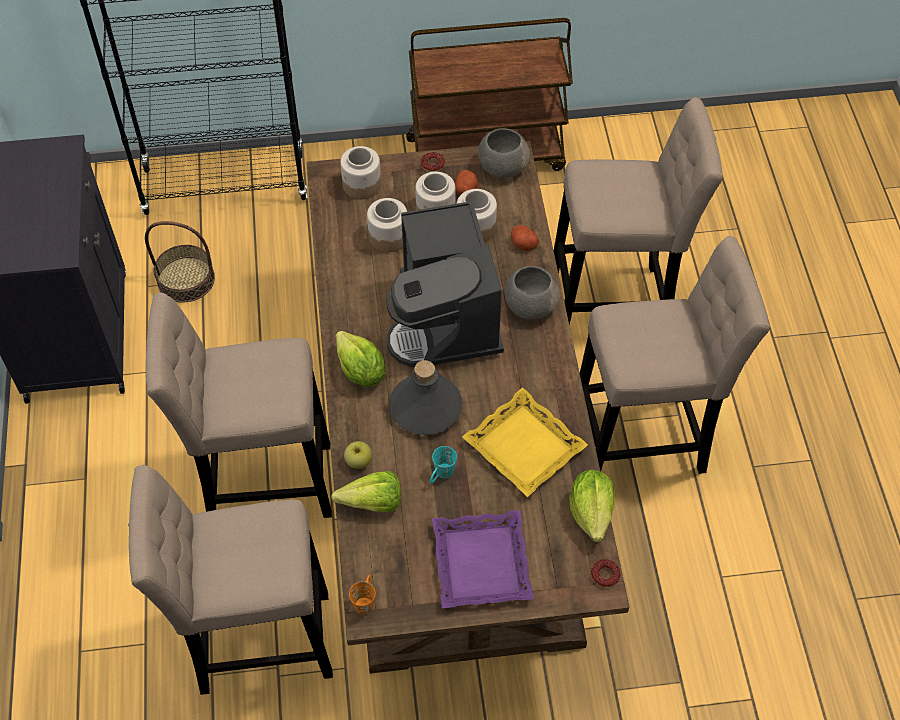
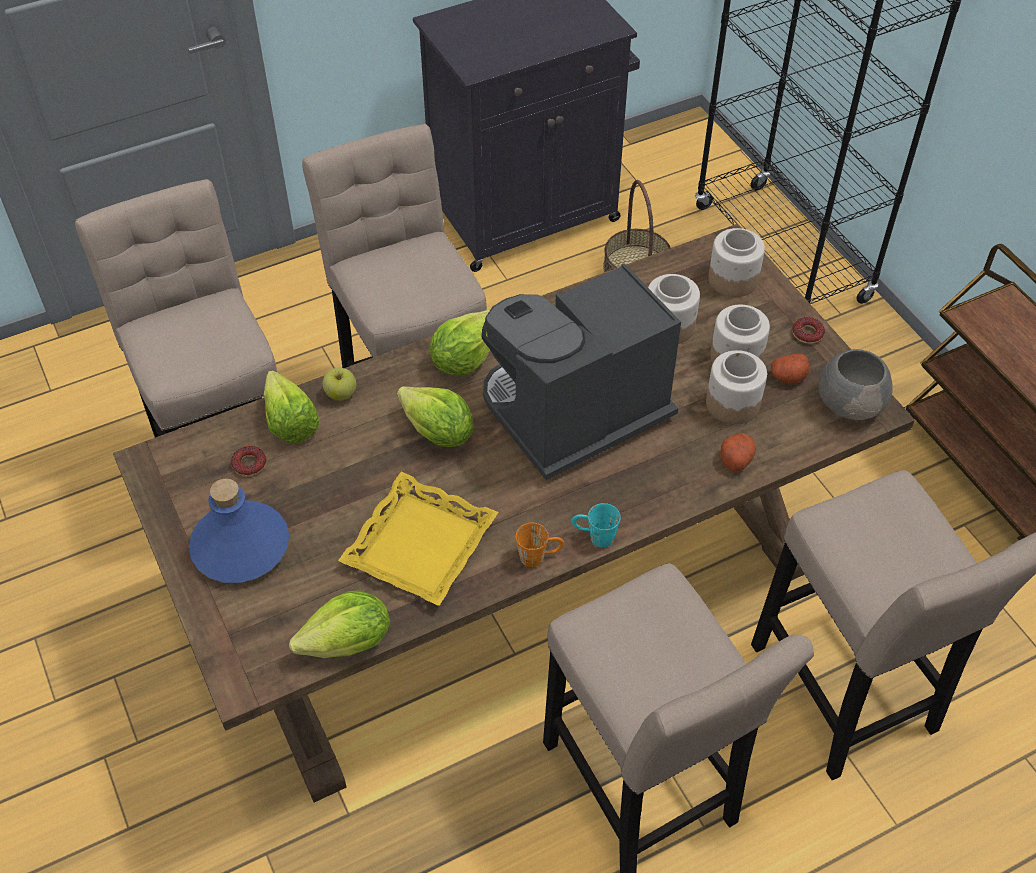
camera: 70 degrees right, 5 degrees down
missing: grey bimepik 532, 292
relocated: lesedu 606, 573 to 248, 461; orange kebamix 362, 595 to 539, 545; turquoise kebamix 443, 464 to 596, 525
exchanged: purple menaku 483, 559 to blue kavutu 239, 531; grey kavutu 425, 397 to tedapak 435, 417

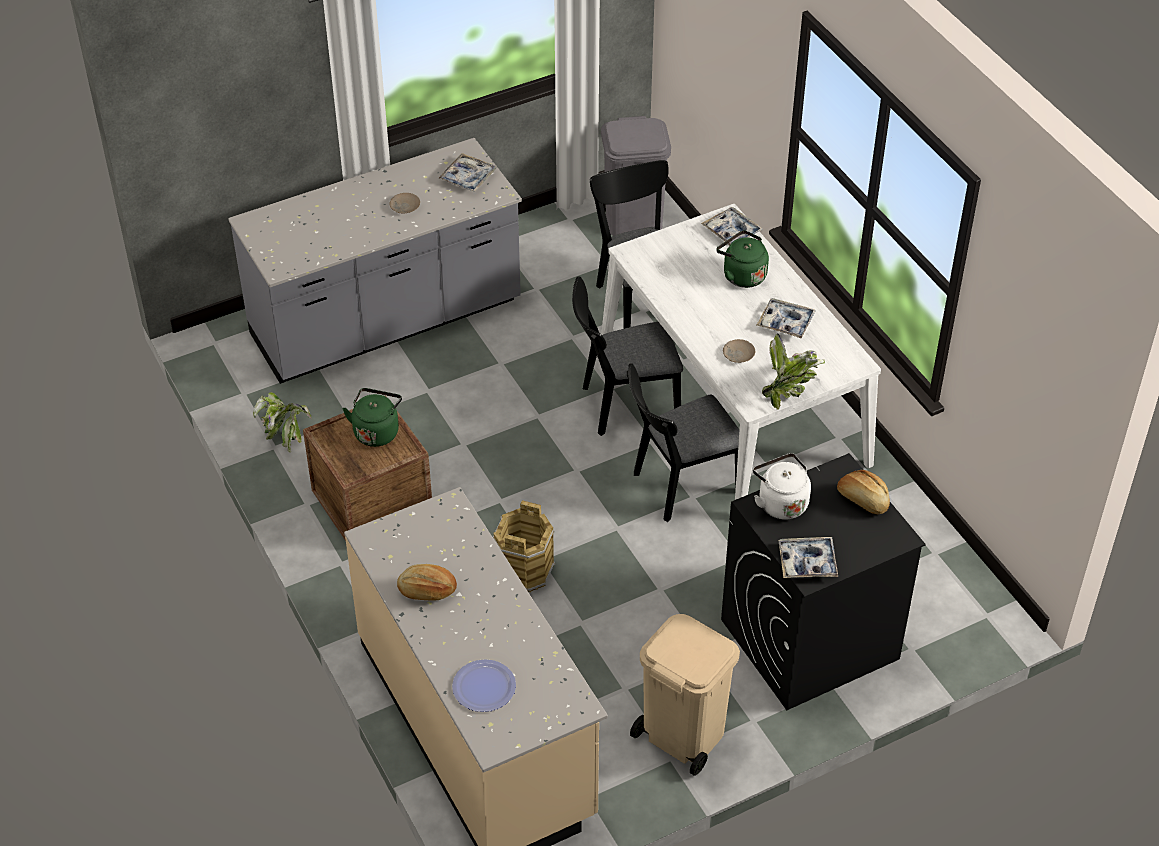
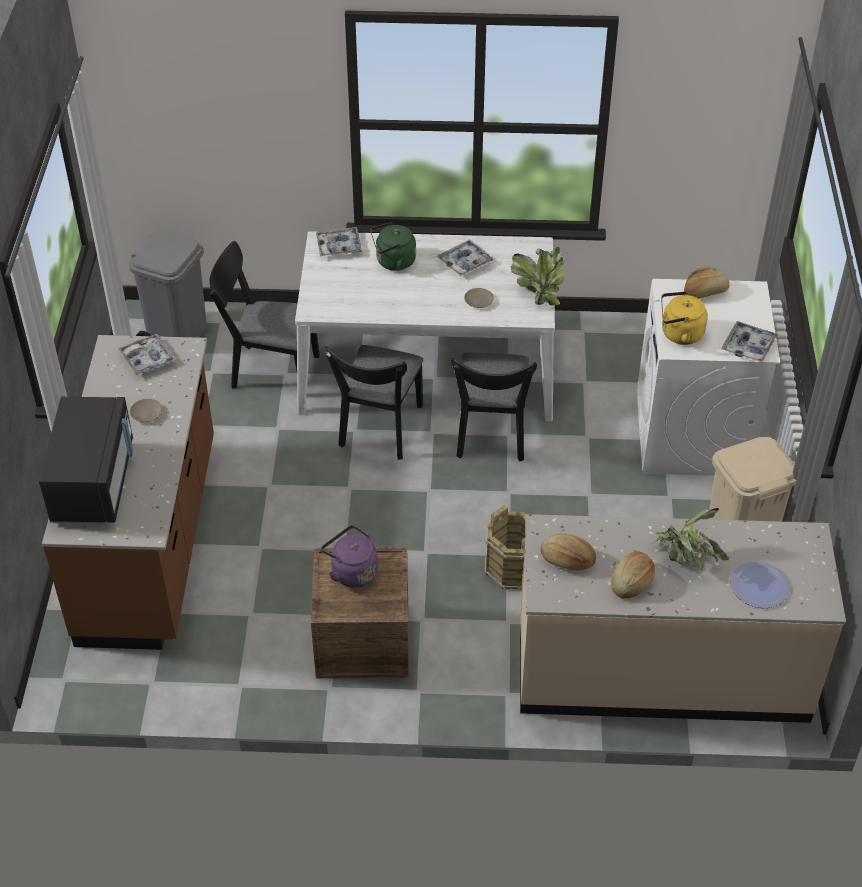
camera: 60 degrees left, 0 degrees up
appeared: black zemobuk 86, 460; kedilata 568, 552
relocated: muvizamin 282, 422 to 691, 539
colour: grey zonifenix 375, 261 to brown zonifenix 128, 492; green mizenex 372, 417 to purple mizenex 349, 556; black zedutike 823, 581 to white zedutike 709, 377; white mizenex 782, 486 to yellow mizenex 684, 318

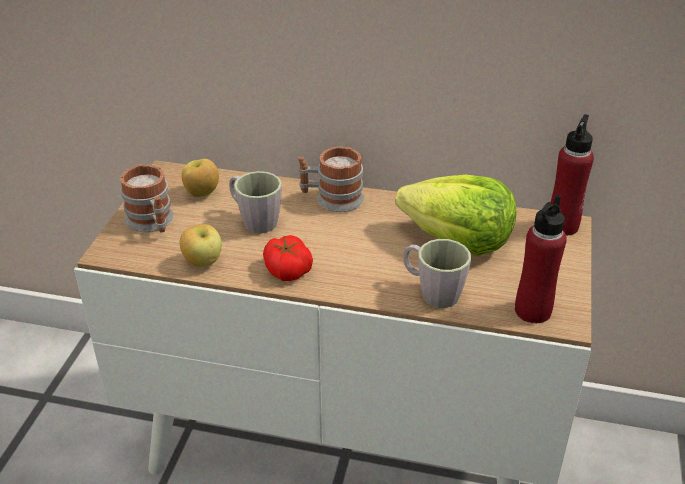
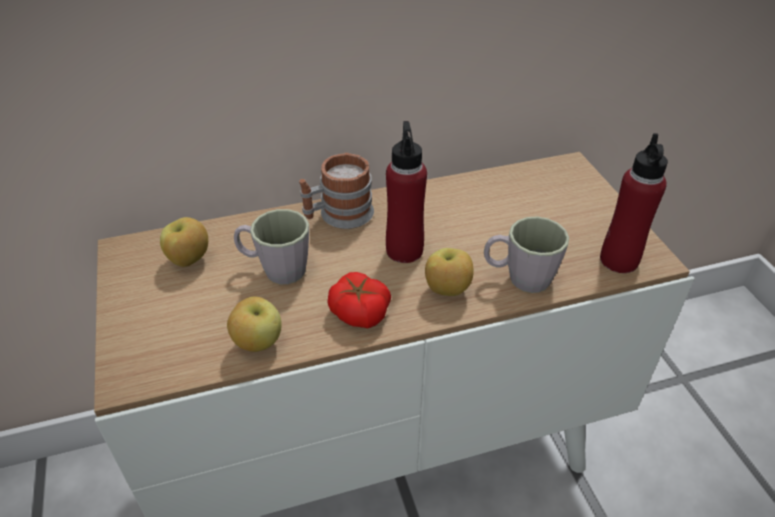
camera: 30 degrees left, 5 degrees up
missing: kebamix 147, 198; tedapak 456, 215
appeared: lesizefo 449, 272
relocated: red kavutu 572, 175 to 406, 192

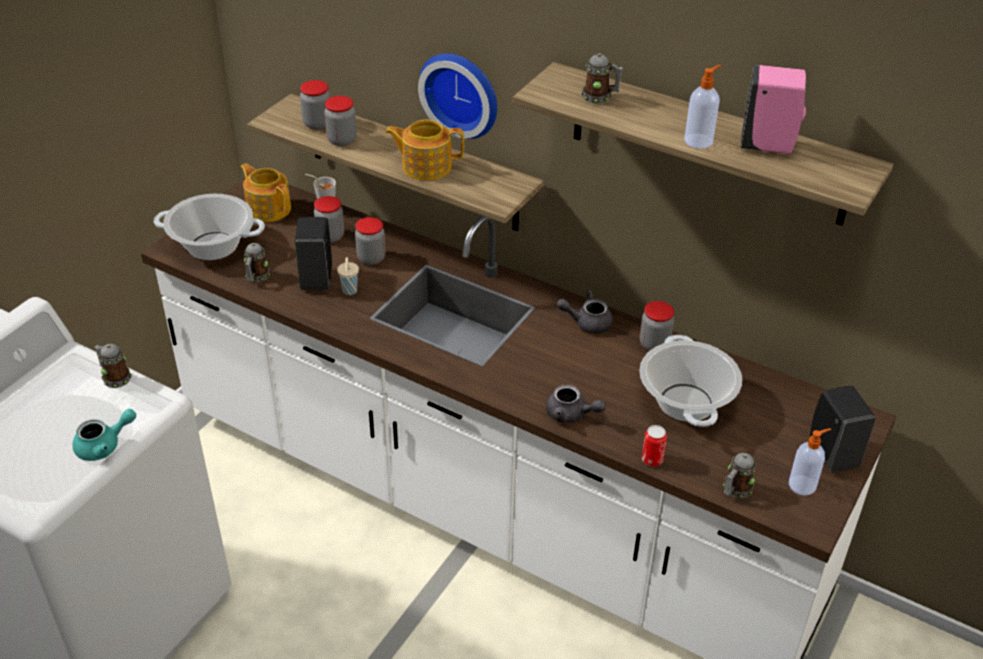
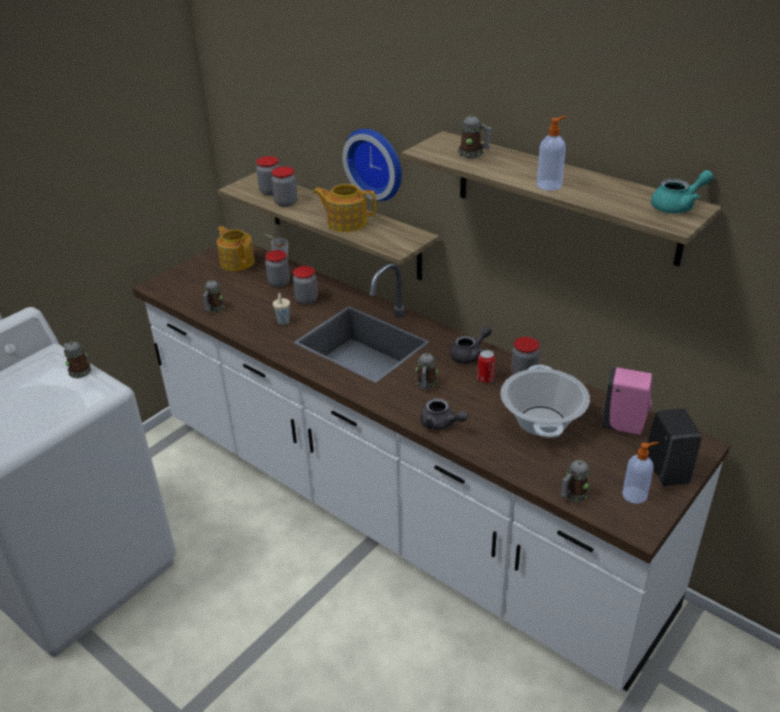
camera: 10 degrees right, 5 degrees down
missing: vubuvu 209, 227; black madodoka 313, 253
appeared: kebamix 426, 371
relocated: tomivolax 654, 445 to 486, 366; pink madodoka 773, 109 to 626, 401; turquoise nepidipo 104, 435 to 682, 192
spun: grey nepidipo 584, 312 = 471, 345 135 degrees clockwise

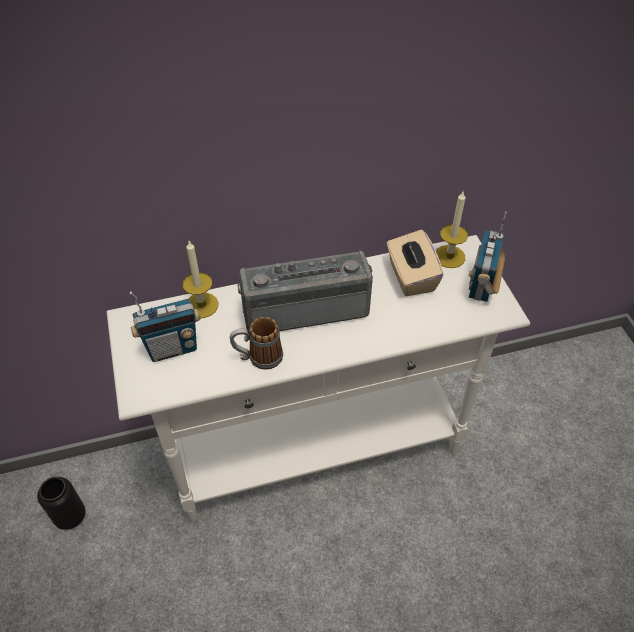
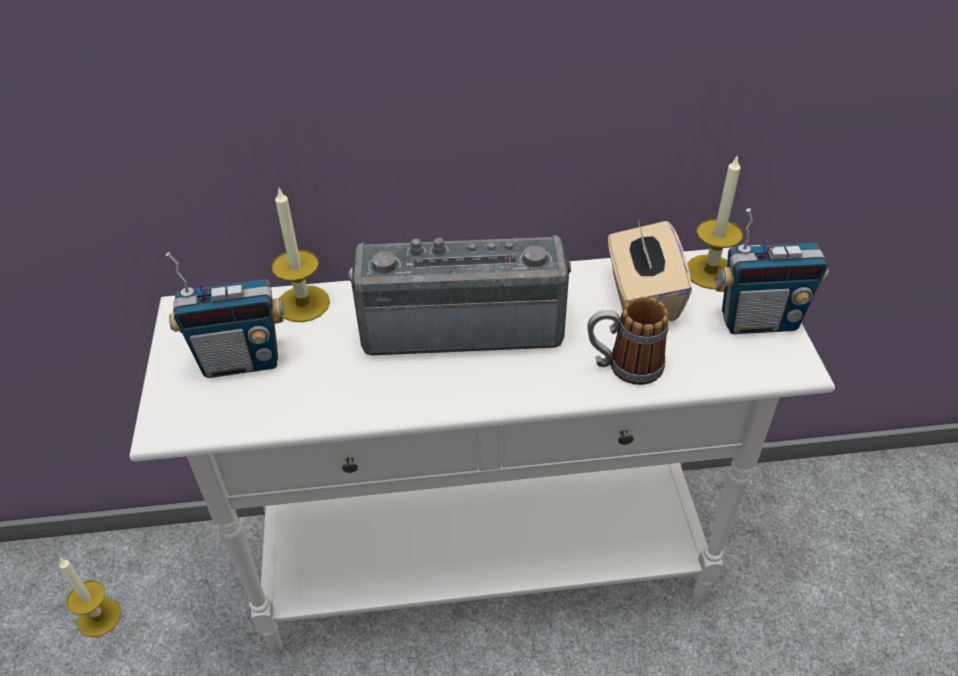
camera: 10 degrees right, 5 degrees down
relocated: kebamix 256, 343 to 628, 341
exchanged: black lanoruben 61, 503 to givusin 90, 597
spun: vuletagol 487, 257 = 772, 271 120 degrees counterclockwise

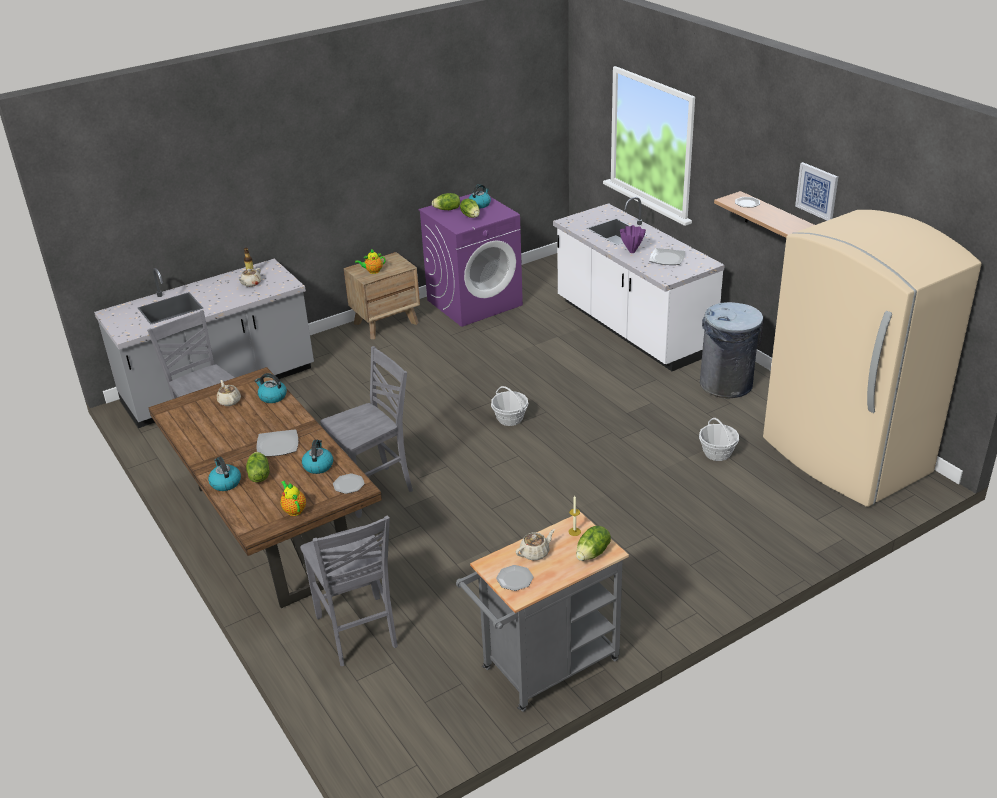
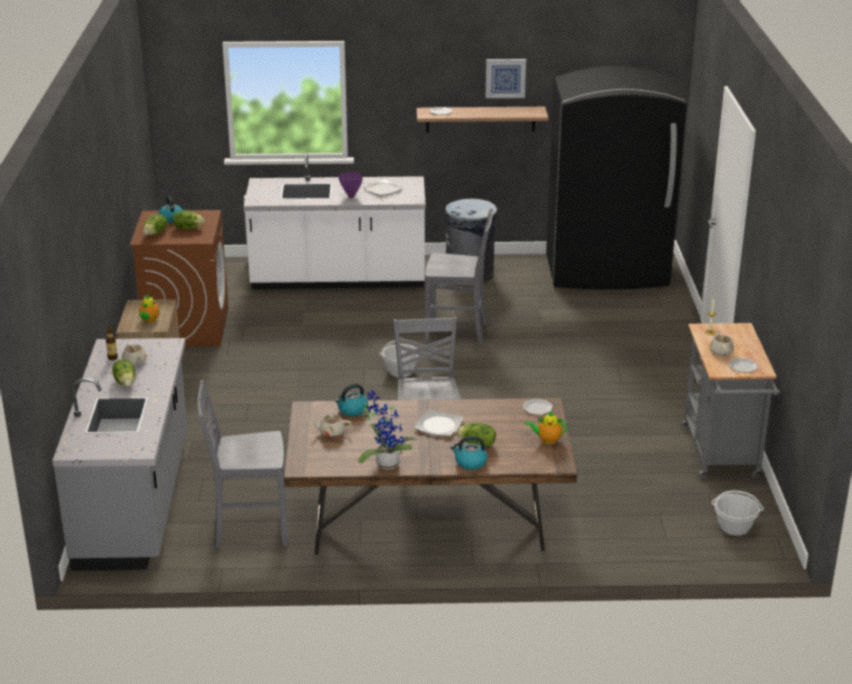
camera: 60 degrees left, 5 degrees down
missing: mizenex 317, 457
appeared: muvizamin 387, 430
relocated: tedapak 593, 543 to 123, 373; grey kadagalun 349, 590 to 459, 277; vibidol 719, 439 to 737, 513
colour: purple zedutike 471, 260 to brown zedutike 179, 278; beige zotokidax 872, 358 to black zotokidax 616, 178

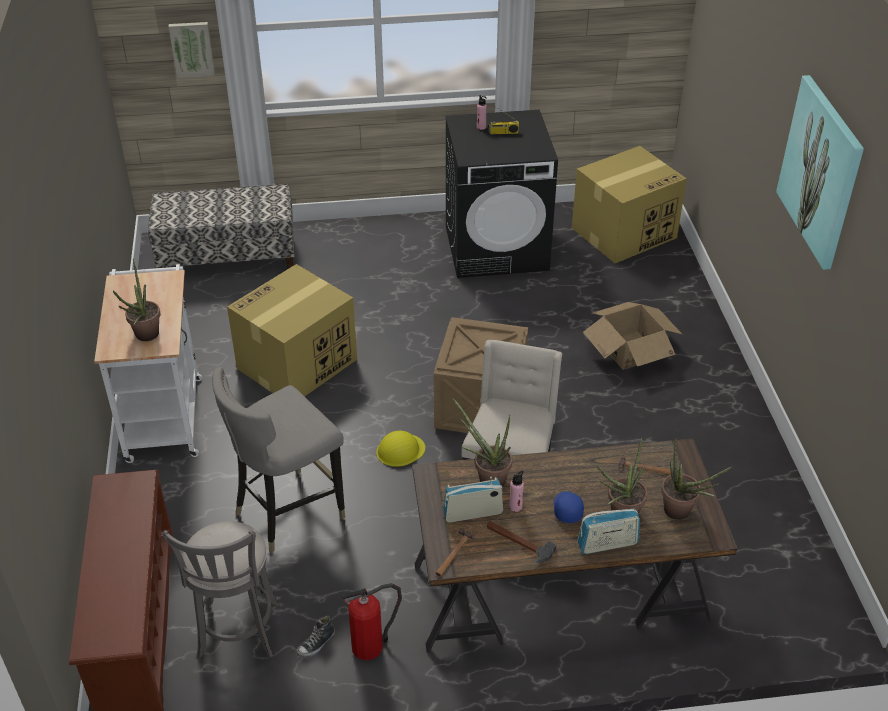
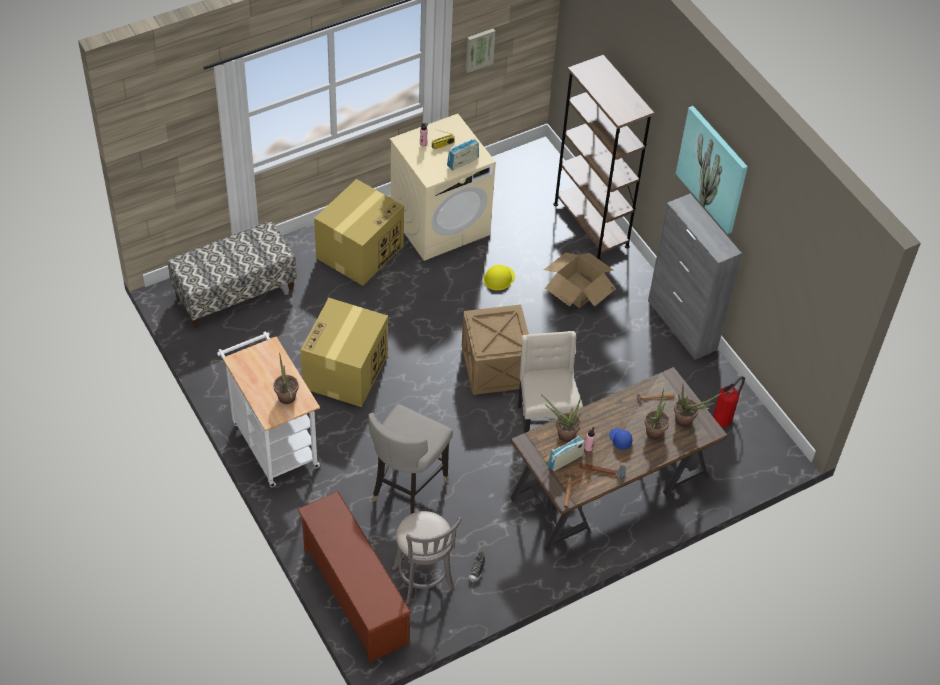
camera: 25 degrees left, 10 degrees up
appeared: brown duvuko 603, 157; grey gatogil 695, 276
relocated: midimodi 629, 204 to 359, 232; vuletagol 608, 531 to 463, 154; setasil 192, 50 to 480, 51; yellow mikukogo 400, 449 to 499, 278; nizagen 372, 621 to 729, 401
colour: black zedutike 501, 194 to beige zedutike 443, 187

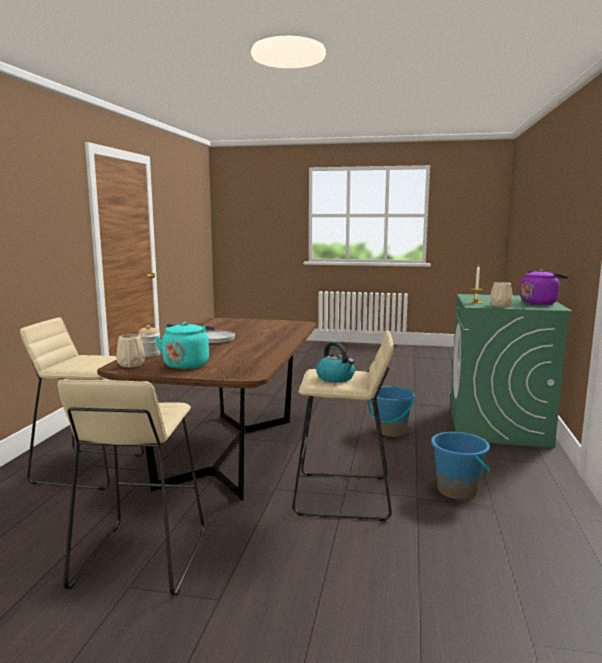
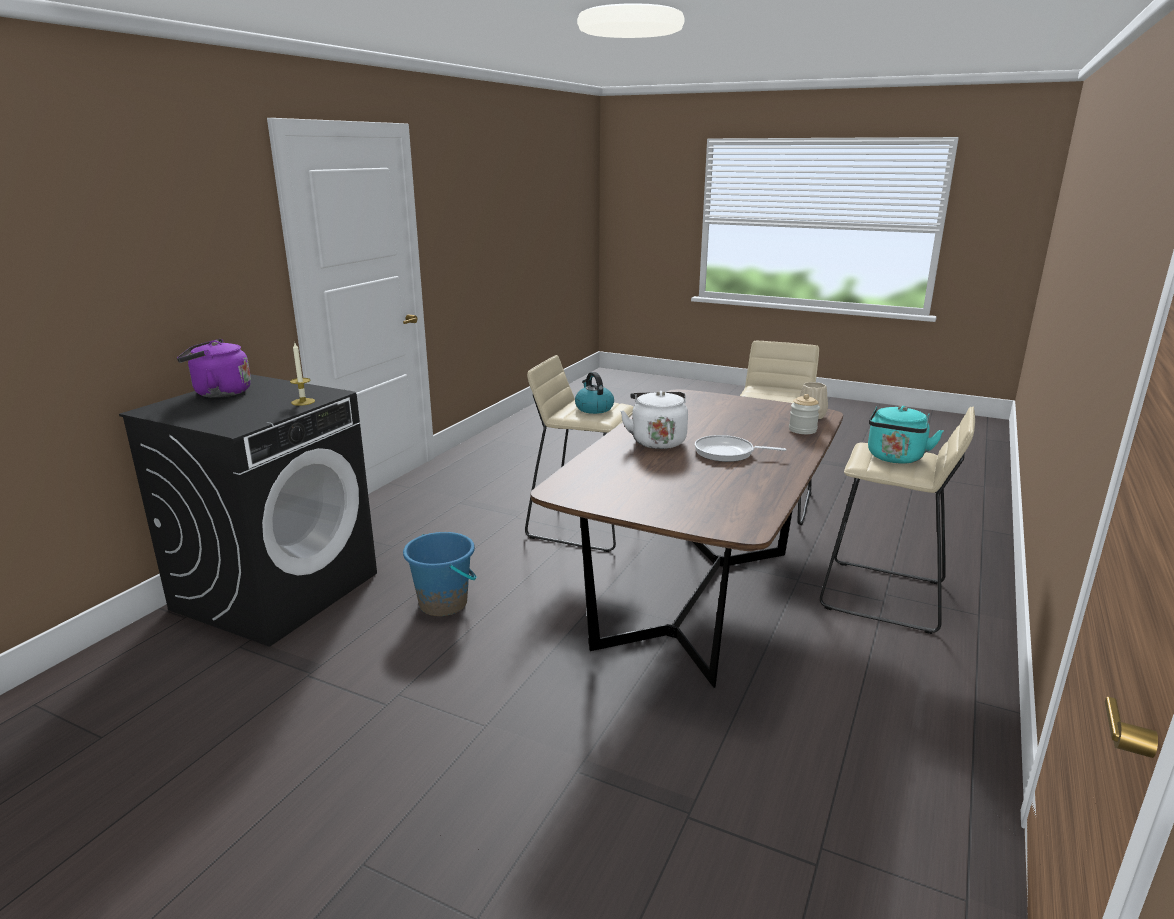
camera: 165 degrees left, 10 degrees up
missing: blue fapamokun 460, 466; beige lanoruben 501, 294
appeared: white mizenex 654, 420
relocated: turquoise mizenex 184, 345 to 906, 435
colour: green zedutike 511, 371 to black zedutike 248, 510

